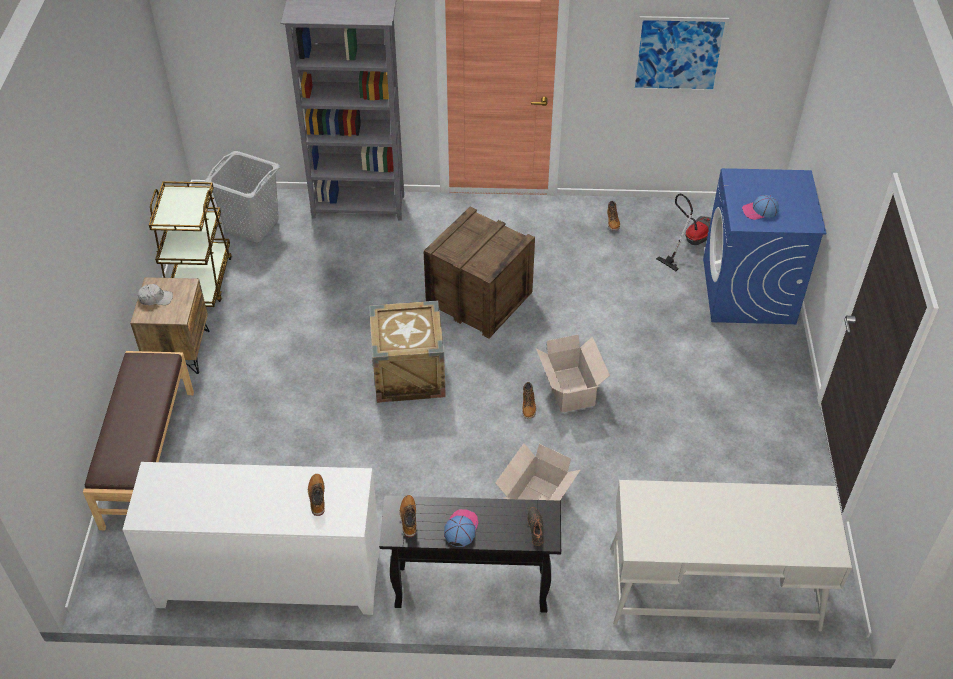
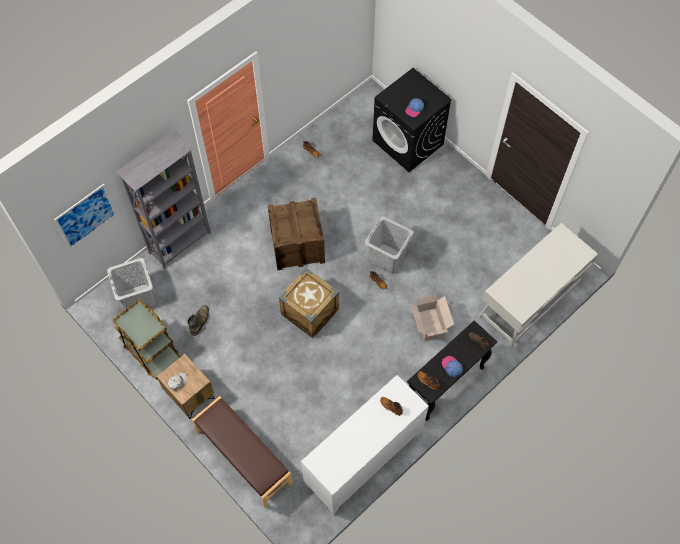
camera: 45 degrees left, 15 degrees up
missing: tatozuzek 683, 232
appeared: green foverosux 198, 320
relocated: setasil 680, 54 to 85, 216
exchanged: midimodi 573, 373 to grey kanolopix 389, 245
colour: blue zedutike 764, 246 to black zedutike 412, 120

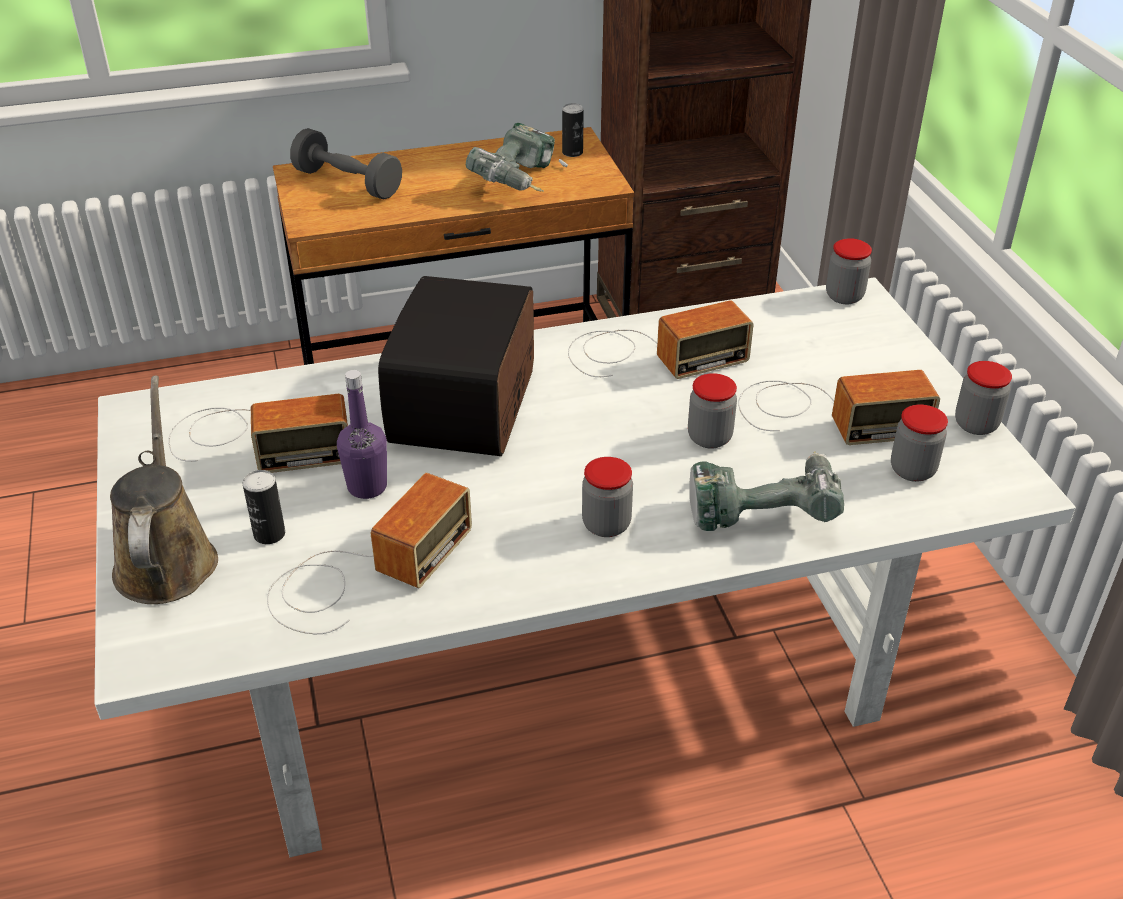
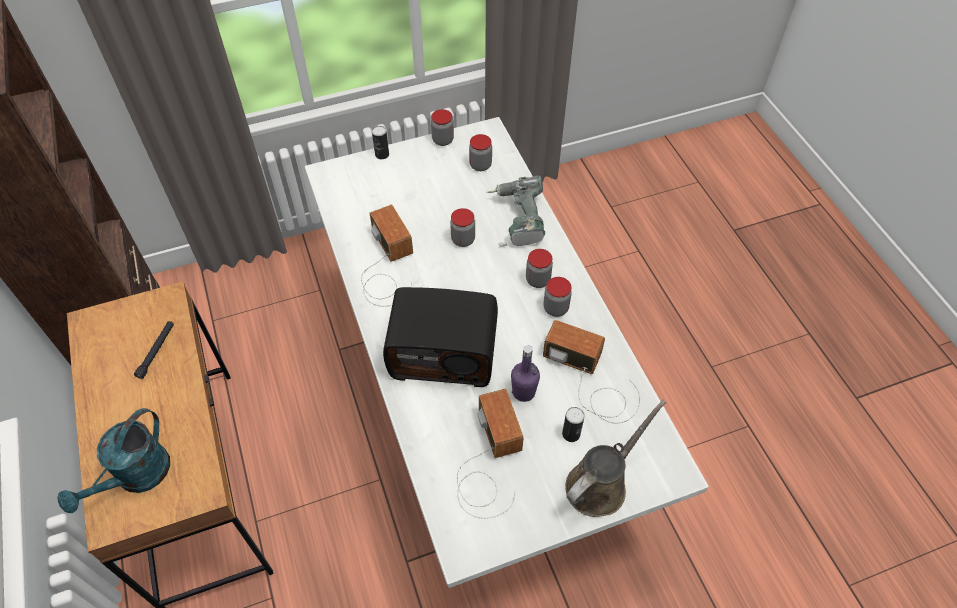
camera: 95 degrees left, 15 degrees up
missing: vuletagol 839, 407
relocated: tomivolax 573, 130 to 380, 142; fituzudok 849, 271 to 558, 297
exchanged: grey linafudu 346, 163 to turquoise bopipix 113, 460; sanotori 517, 157 to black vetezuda 154, 350
spun: brown bopipix 164, 490 = 615, 458 150 degrees clockwise

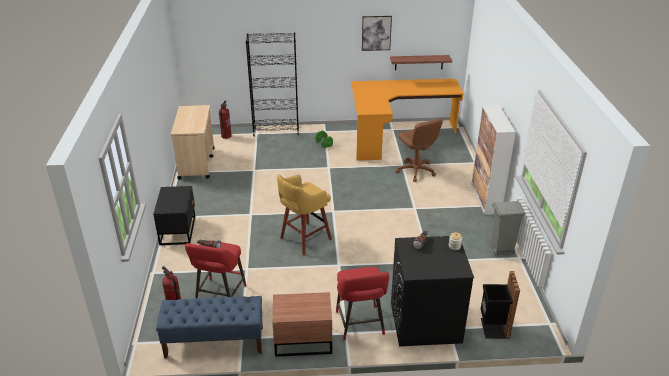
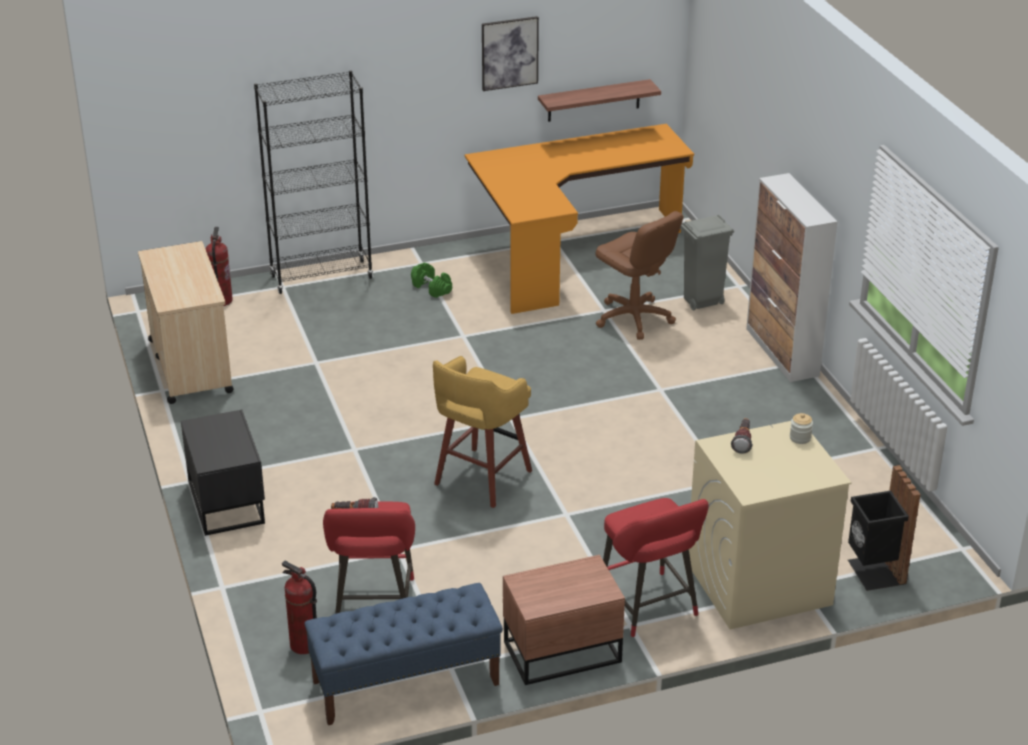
camera: 15 degrees left, 0 degrees up
relocated: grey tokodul 508, 228 to 707, 262
colour: black zedutike 432, 291 to beige zedutike 770, 525

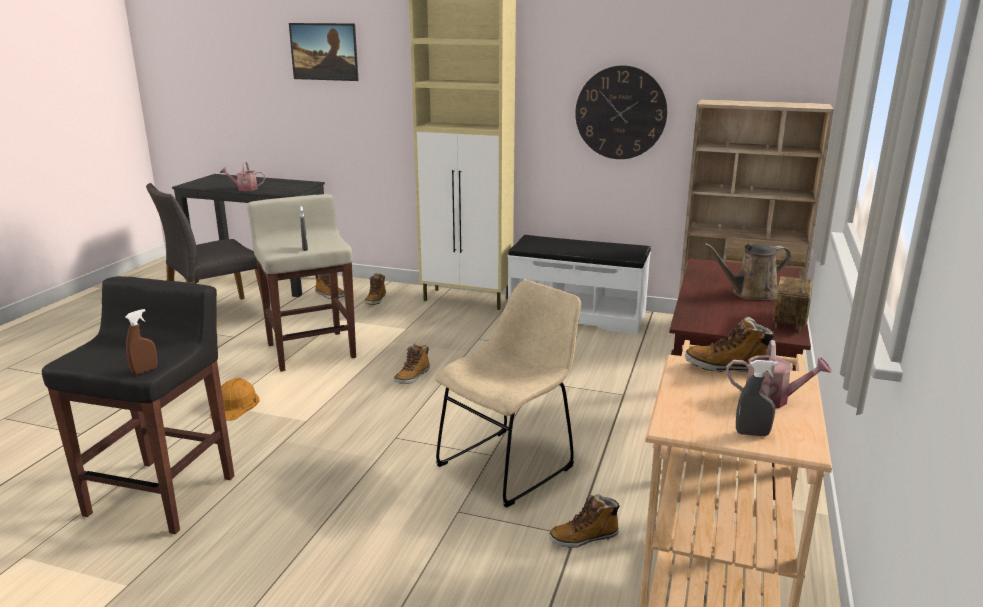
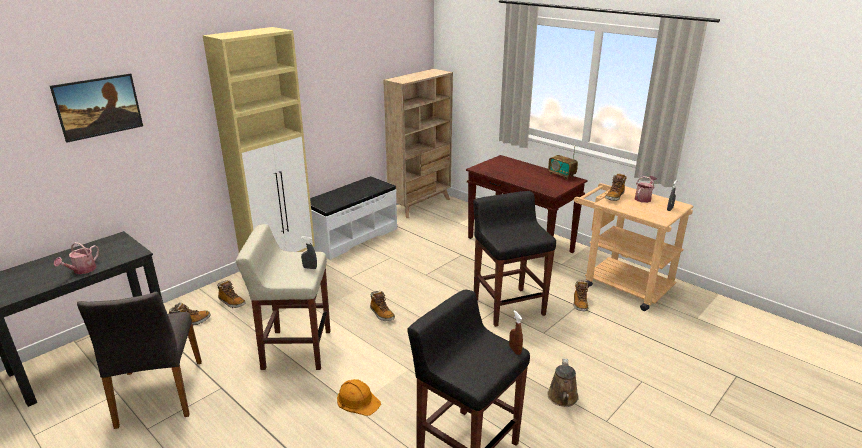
camera: 65 degrees left, 5 degrees up
missing: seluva 621, 112
relocated: brown bopipix 747, 271 to 563, 382
exchanged: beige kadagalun 508, 394 to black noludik 514, 259

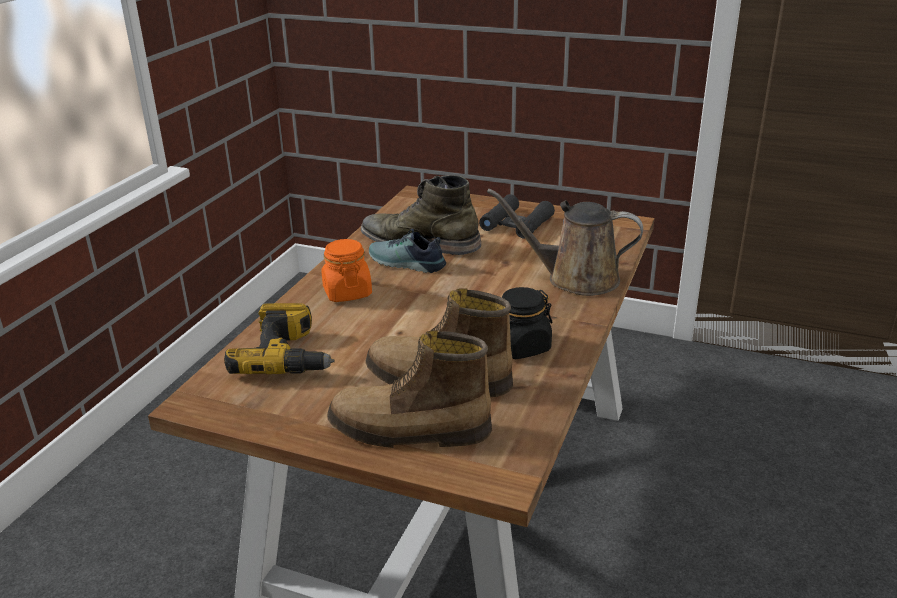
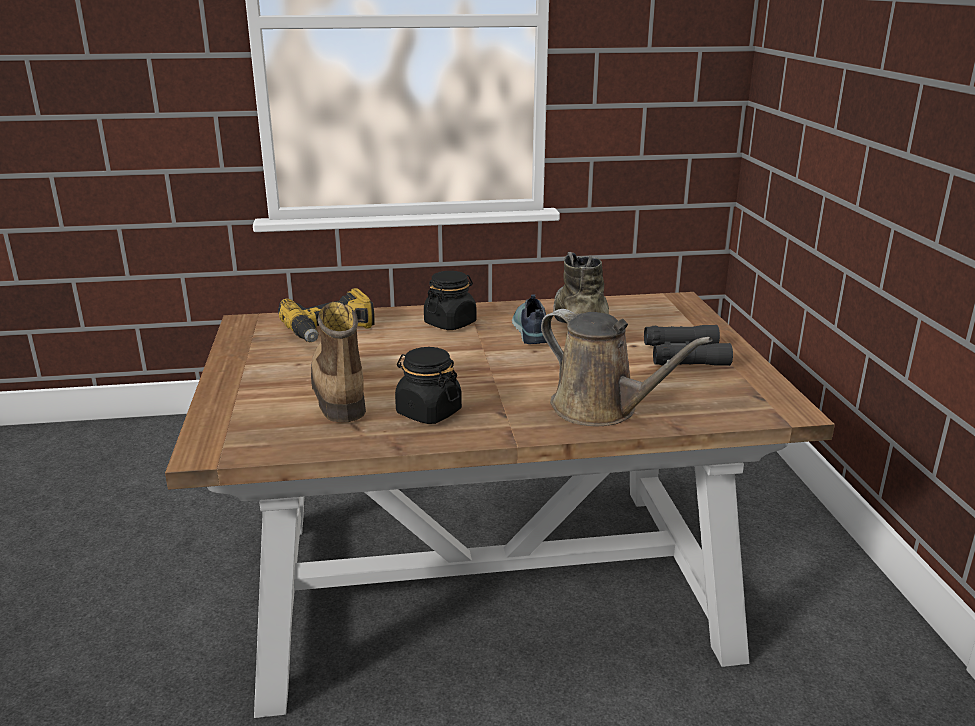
camera: 60 degrees right, 5 degrees down
missing: foverosux 409, 389
colour: orange fituzudok 346, 270 to black fituzudok 450, 300
spun: brown bopipix 565, 242 = 626, 367 150 degrees clockwise

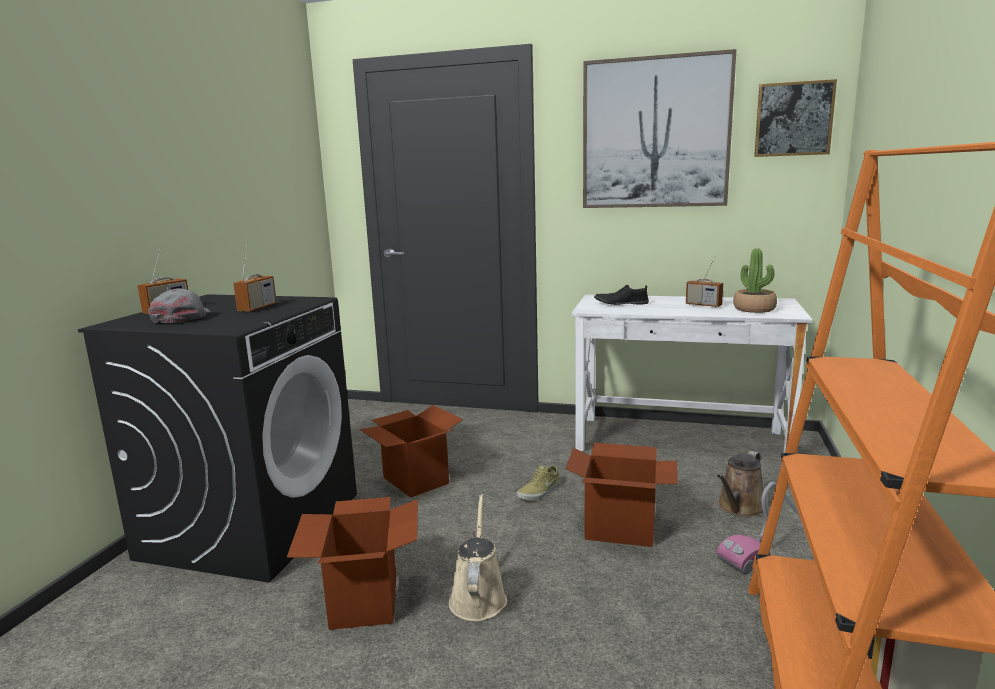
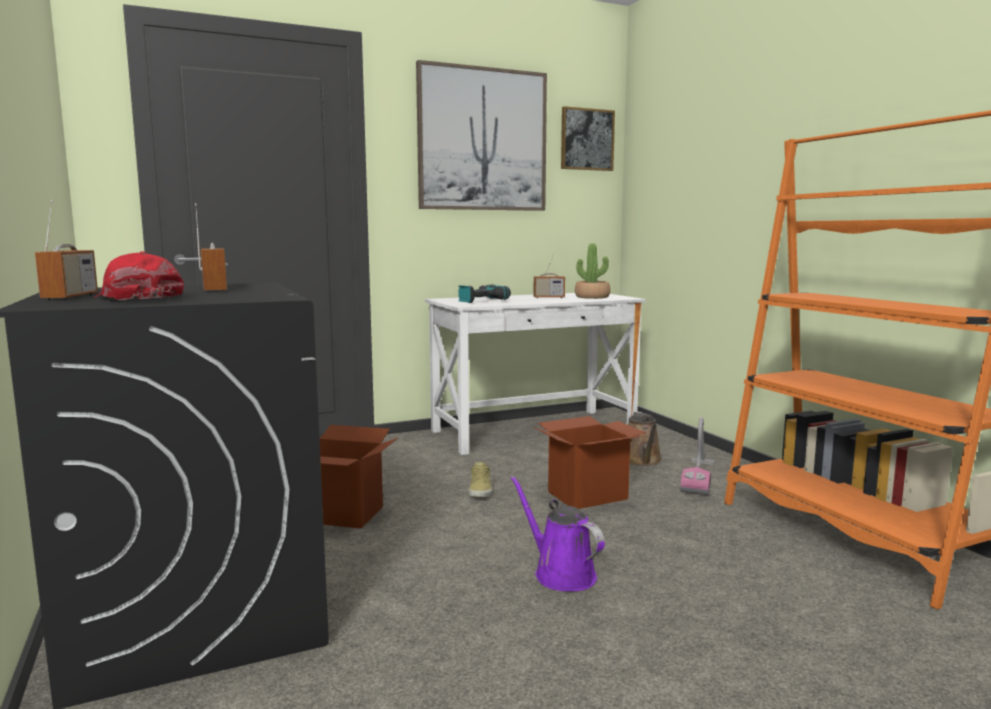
camera: 40 degrees left, 5 degrees down
missing: midimodi 352, 563
exchanged: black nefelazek 621, 295 to sanotori 484, 294
colour: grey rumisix 179, 305 to red rumisix 139, 275; beige bopipix 478, 557 to purple bopipix 557, 534

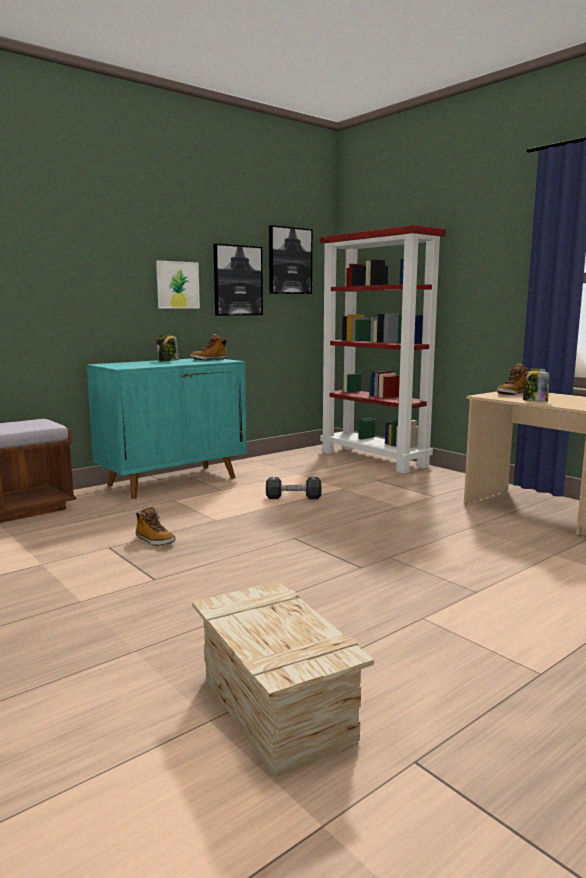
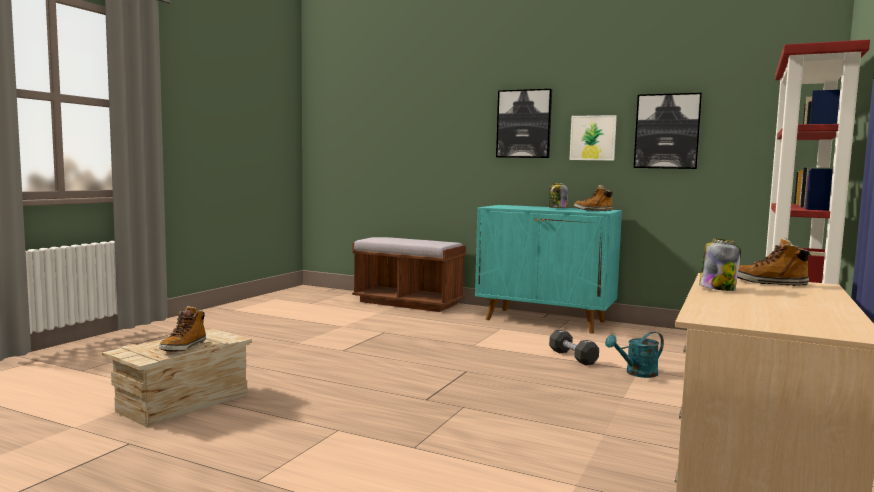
camera: 65 degrees right, 5 degrees down
appeared: turquoise bopipix 634, 355
relocated: foverosux 155, 526 to 182, 329; setasil 290, 259 to 524, 123

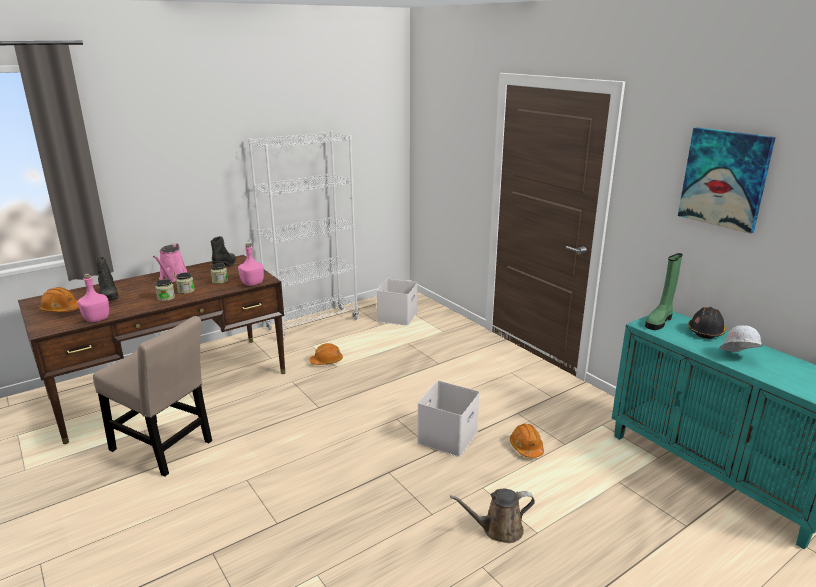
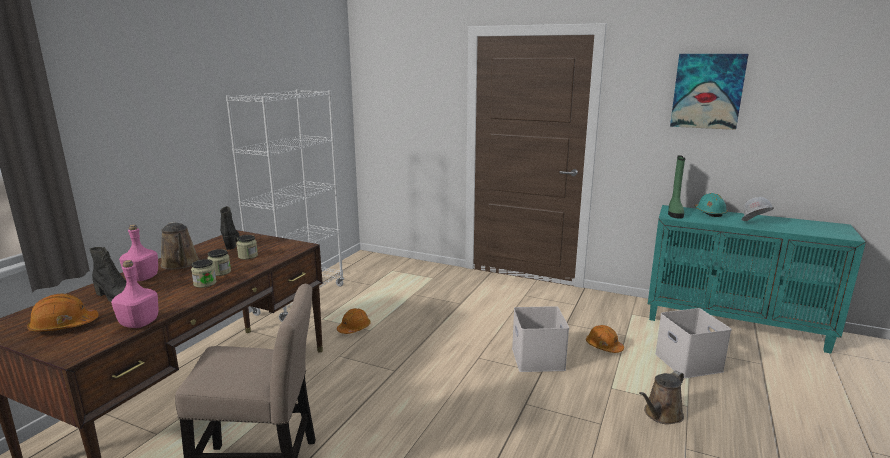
camera: 30 degrees left, 5 degrees down
relocated: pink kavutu 251, 264 to 138, 252; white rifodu 396, 302 to 693, 343
colour: pink bopipix 170, 263 to brown bopipix 180, 246; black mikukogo 707, 323 to turquoise mikukogo 711, 205

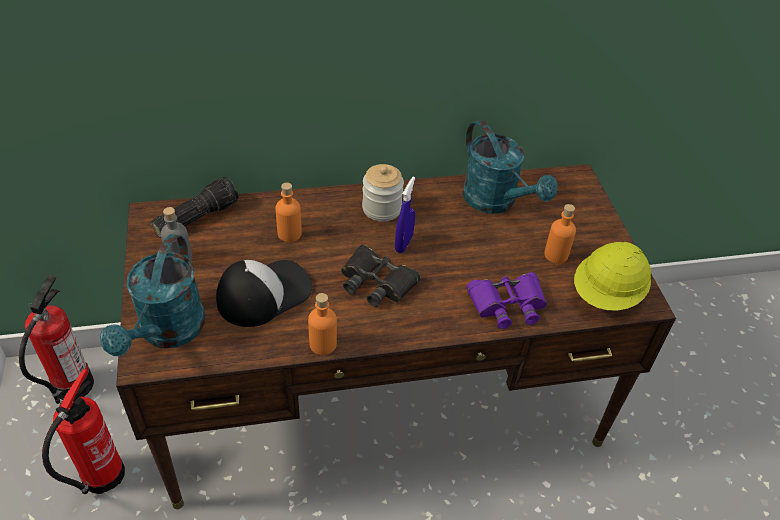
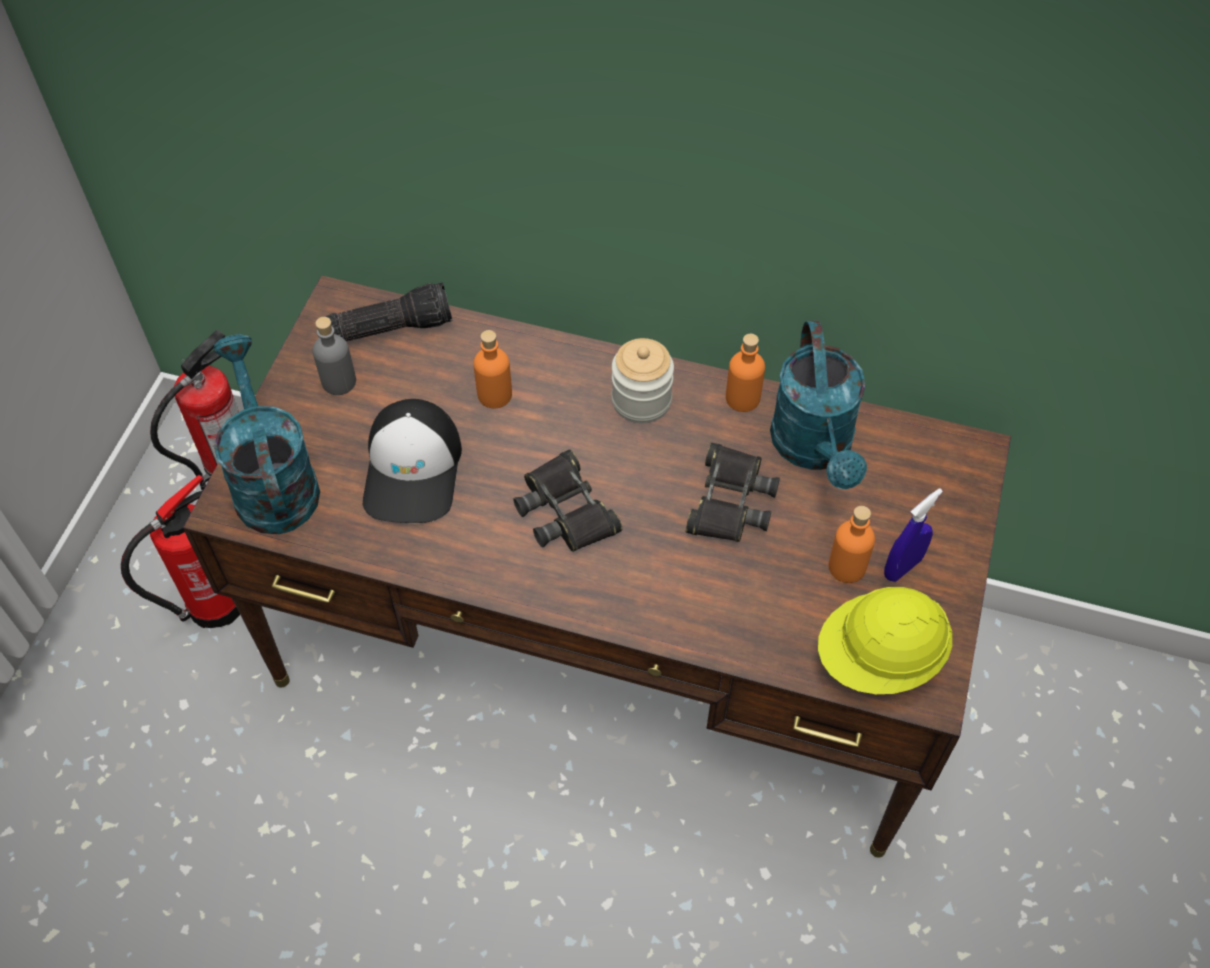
camera: 30 degrees right, 10 degrees up
missing: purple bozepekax 506, 300
appeared: black bozepekax 733, 492
relocated: orange kavutu 322, 324 to 745, 373; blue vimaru 405, 215 to 913, 535
spun: turquoise bopipix 152, 295 = 266, 434 120 degrees clockwise; rumisix 264, 293 = 412, 461 105 degrees clockwise

